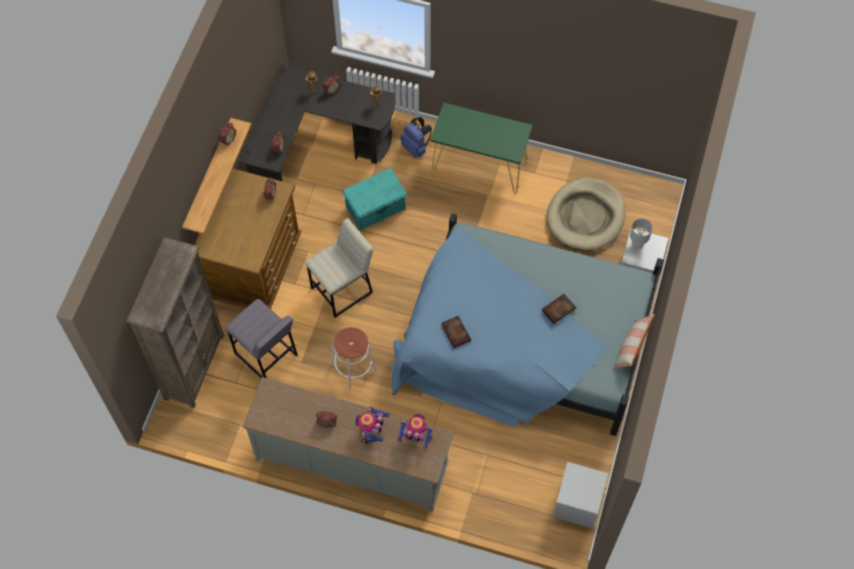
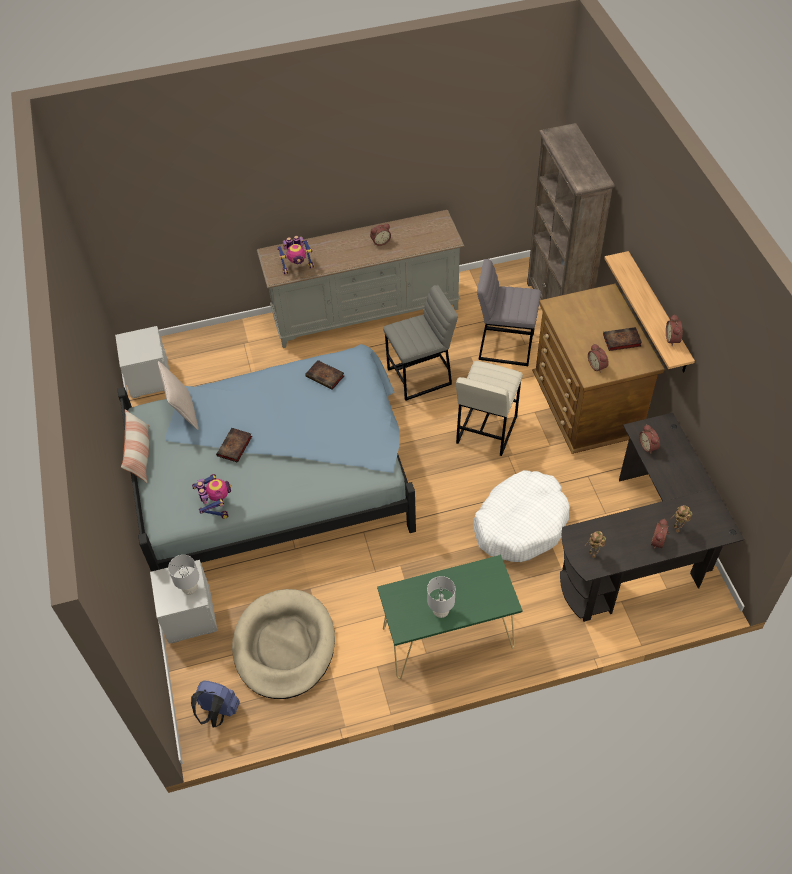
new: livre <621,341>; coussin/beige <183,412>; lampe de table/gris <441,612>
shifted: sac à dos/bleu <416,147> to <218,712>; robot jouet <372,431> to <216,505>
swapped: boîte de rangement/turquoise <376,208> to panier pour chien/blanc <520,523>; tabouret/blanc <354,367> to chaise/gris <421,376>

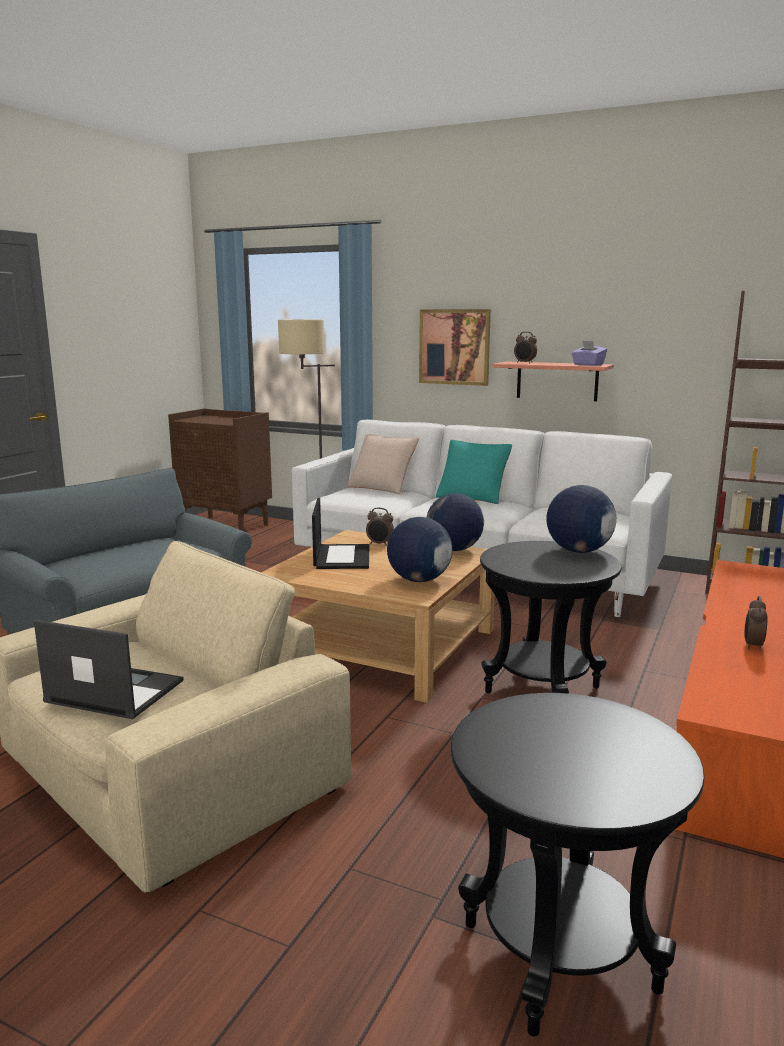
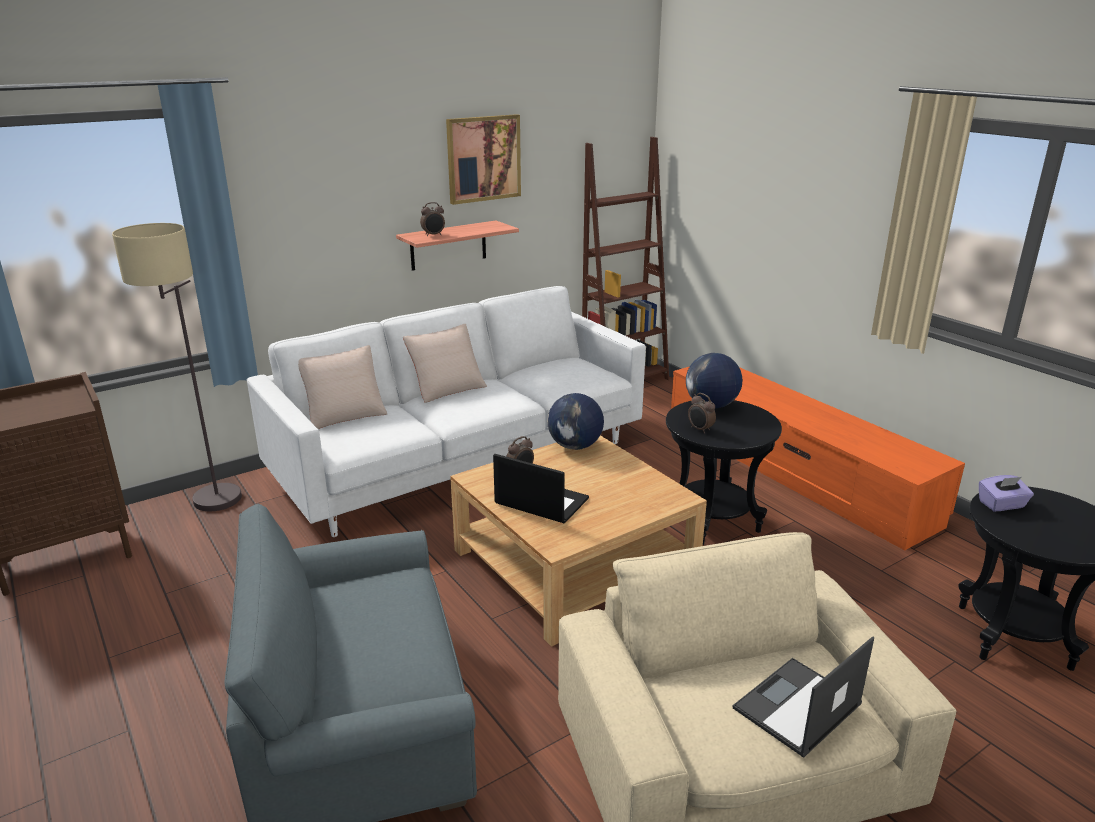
gone: globe <419,580>
shifted: tableau <454,347> to <483,158>; boîte à mouchoirs/violet <588,365> to <1002,505>; réveil <752,646> to <700,429>
repainted: coussin/turquoise <473,497> to coussin/beige <447,388>

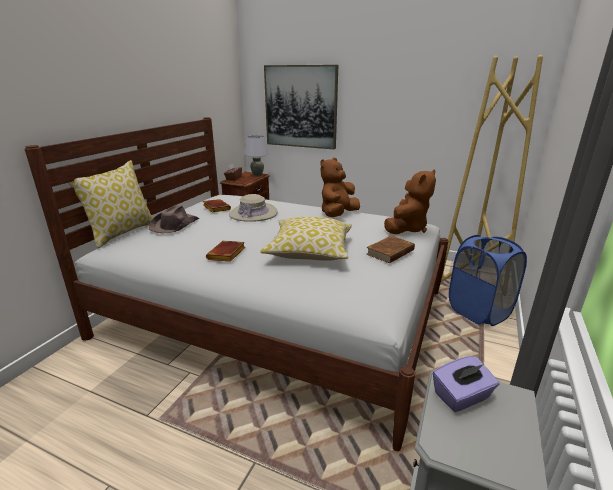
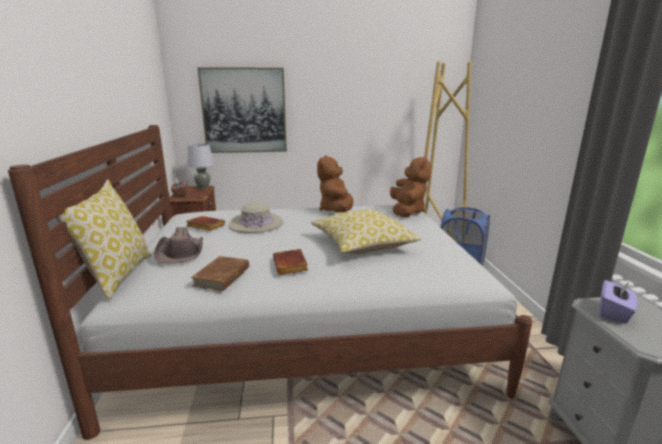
shifted: livre/marron <390,252> to <222,276>

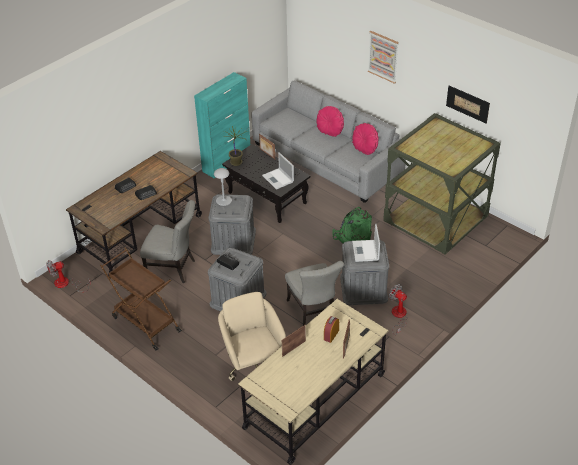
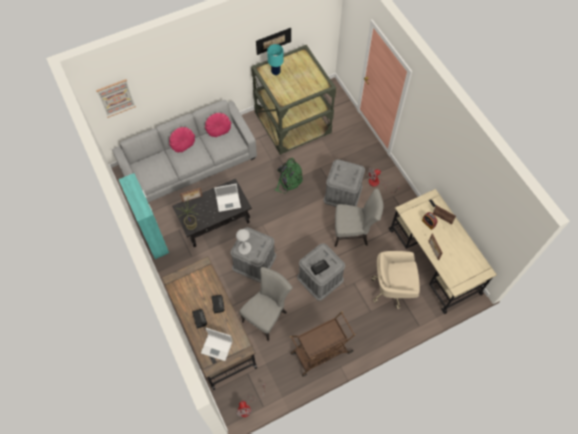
new: lampe de table/turquoise <275,72>
shifted: tableau <383,56> to <116,98>; ordinateur portable <365,251> to <217,347>

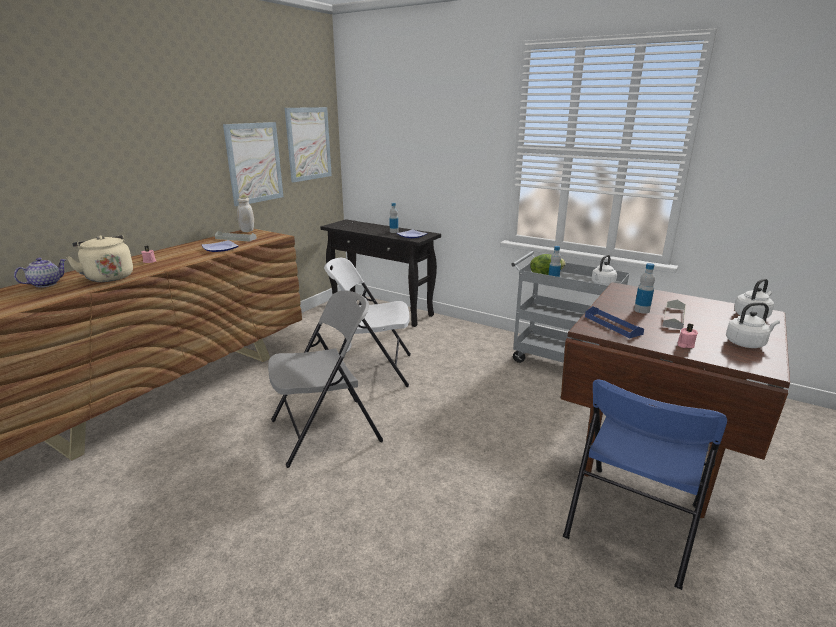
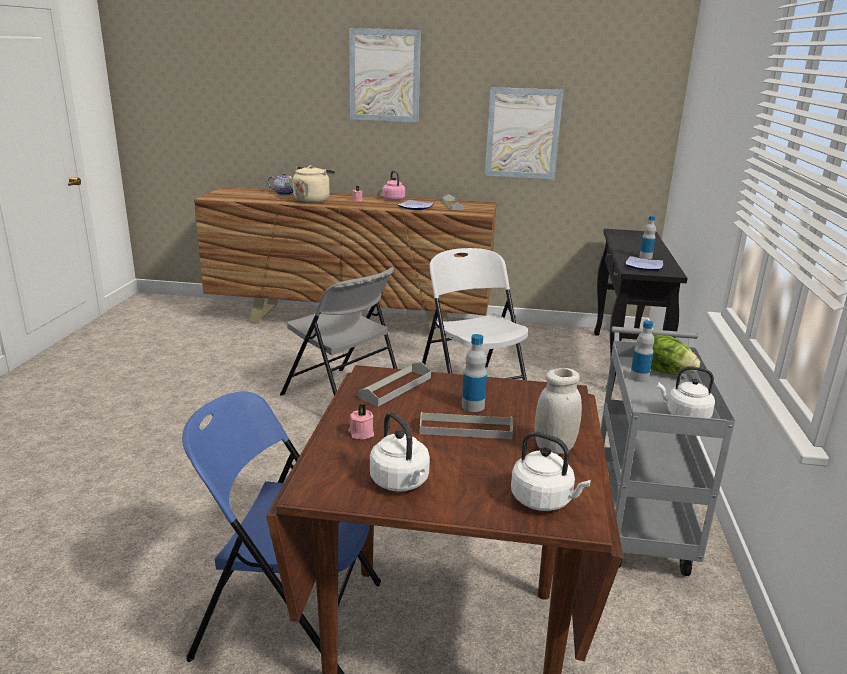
new: bouilloire/rose <393,199>
shifted: tableau <308,144> to <384,75>; bocal/blanc <247,231> to <554,448>
repainted: plateau/bleu <612,325> to plateau/gris <395,387>

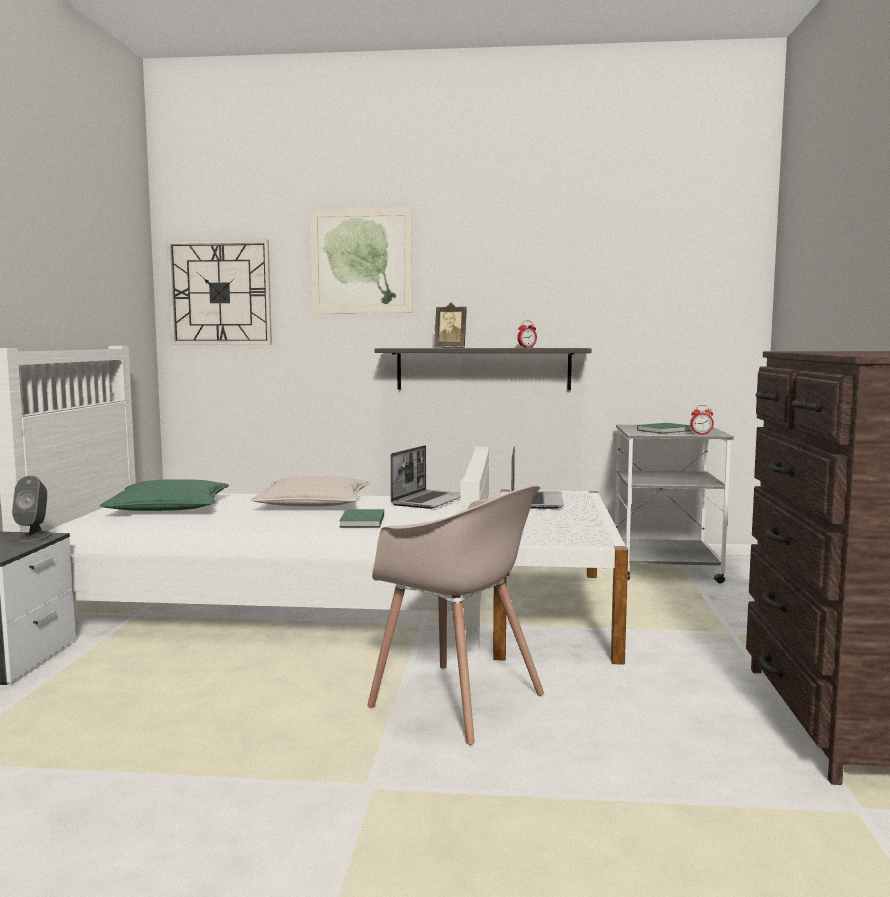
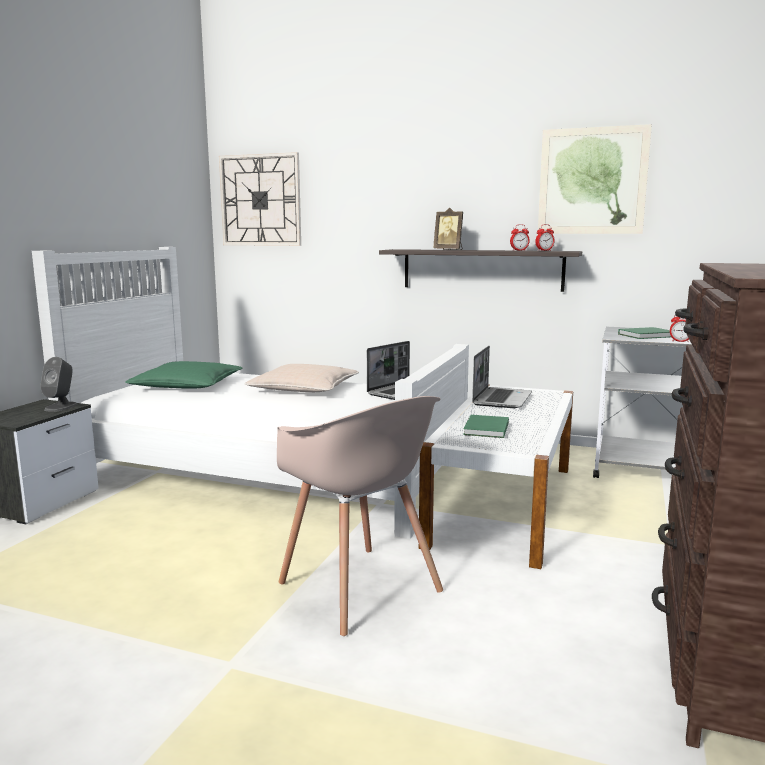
new: réveil <544,250>
shifted: tableau <361,261> to <592,181>; livre/vert <361,521> to <485,429>

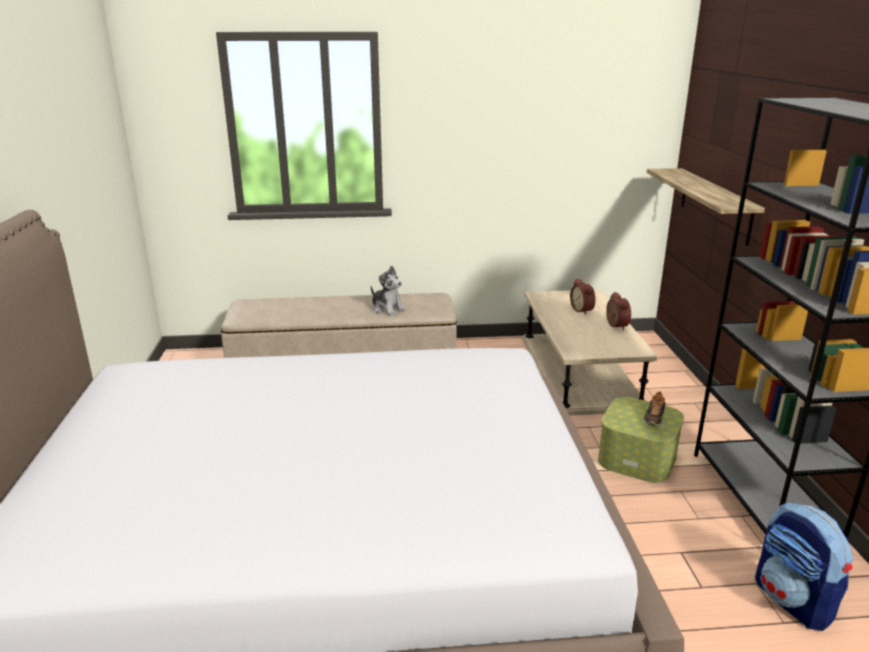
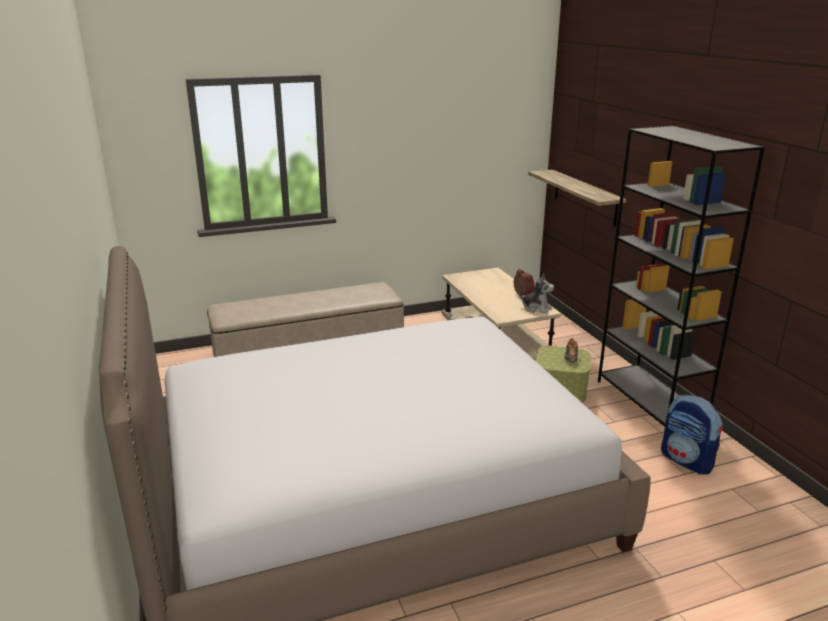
gone: réveil <583,310>
shifted: peluche <387,309> to <536,308>

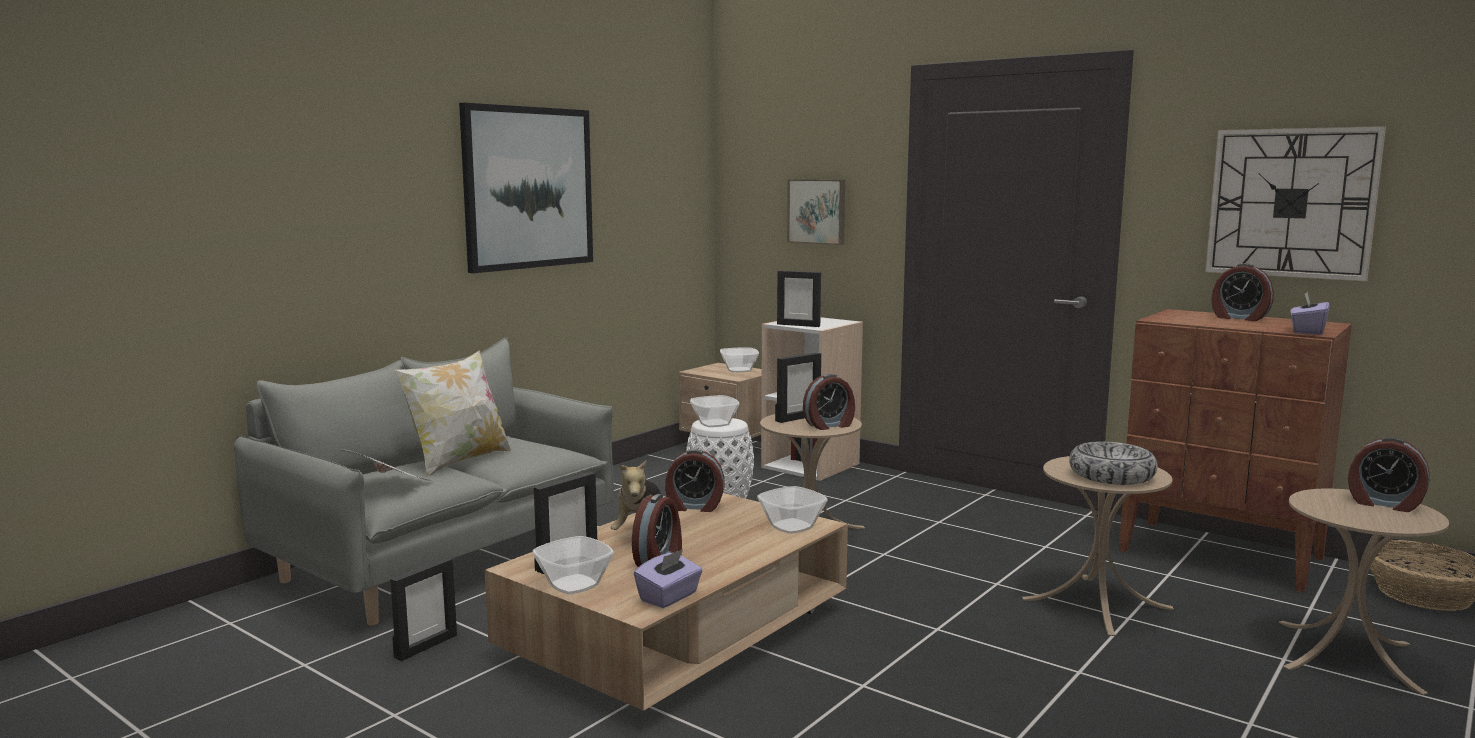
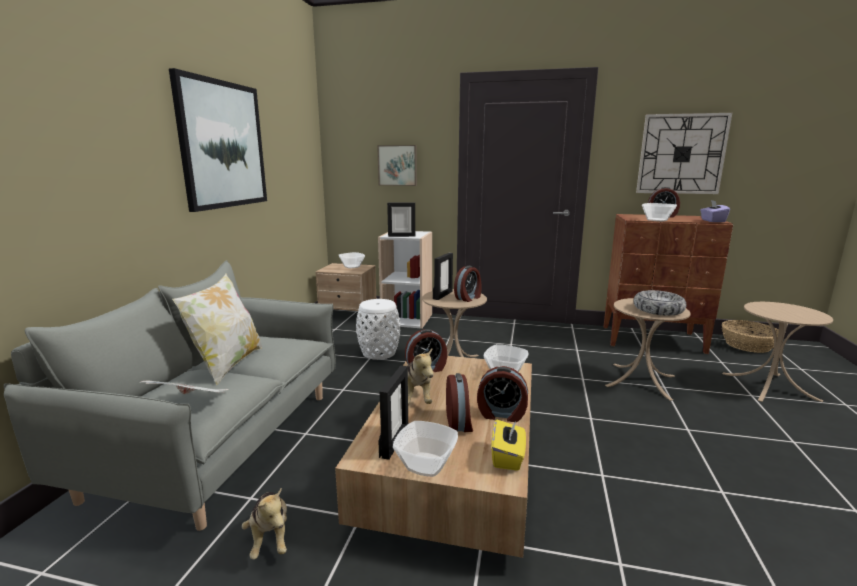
shifted: bol <713,423> to <656,220>; réveil <1384,504> to <501,414>
swapped: cadre photo <426,646> to peluche <270,538>
repainted: boîte à mouchoirs/violet <669,597> to boîte à mouchoirs/jaune <508,457>

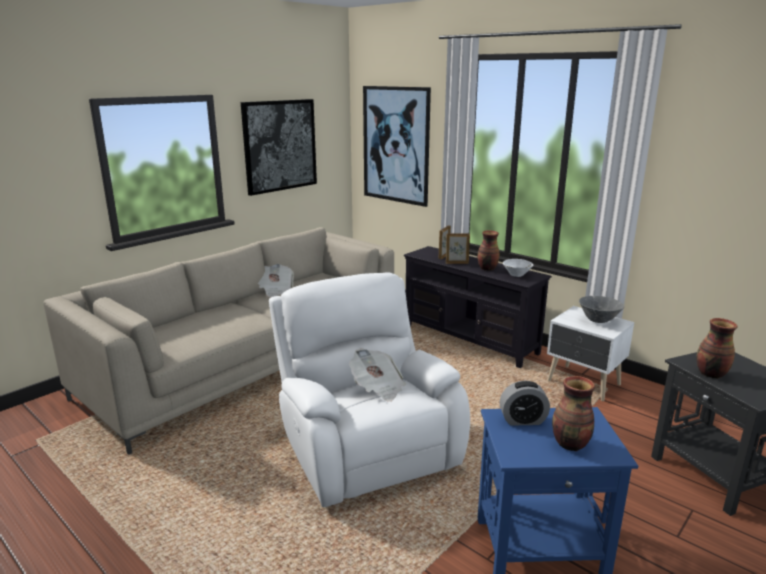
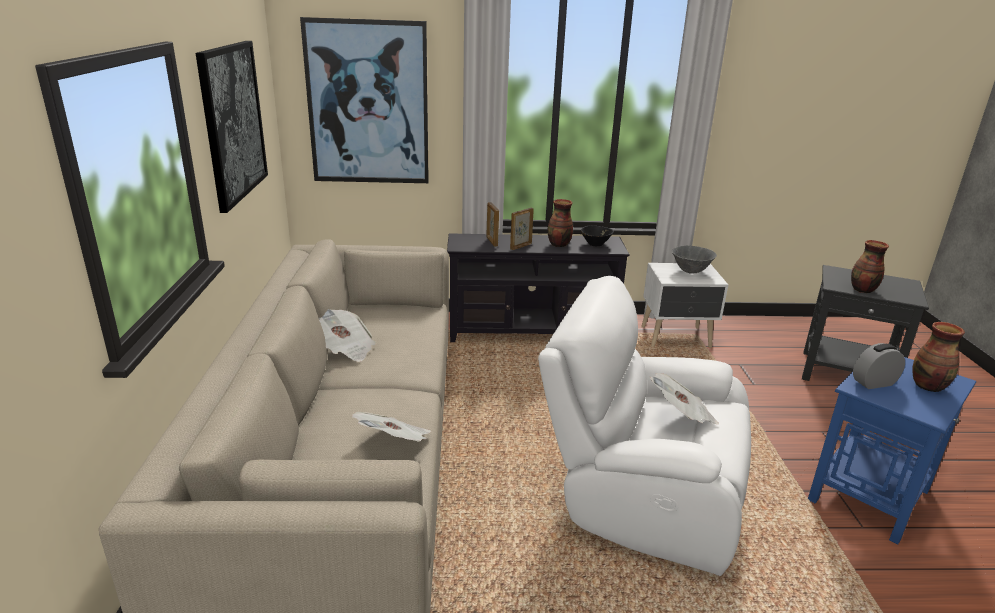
new: journal <395,443>
repainted: bol/blanc <516,275> to bol/noir <595,244>
rotated: réveil <522,420> = <873,383> 150 degrees counterclockwise

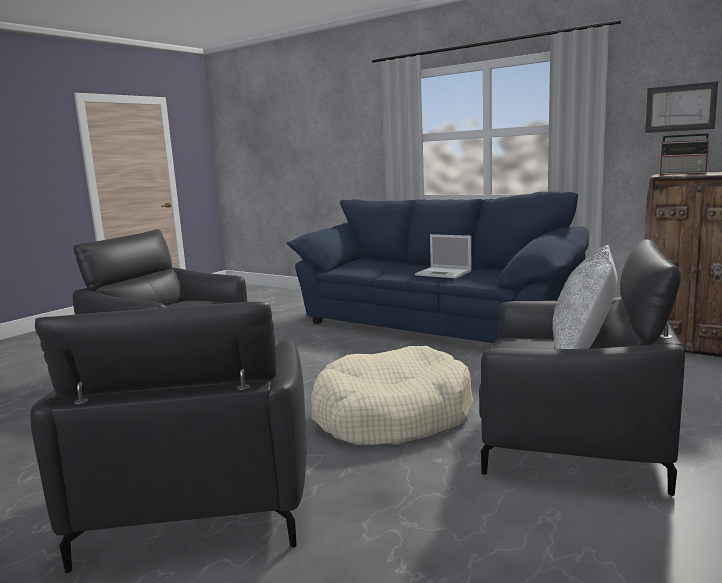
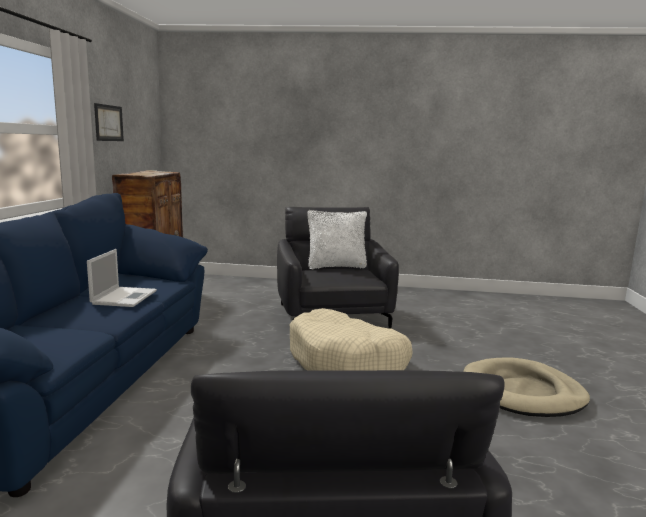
gone: radio <684,173>
swapped: fauteuil/noir <198,501> to panier pour chien/beige <523,392>

